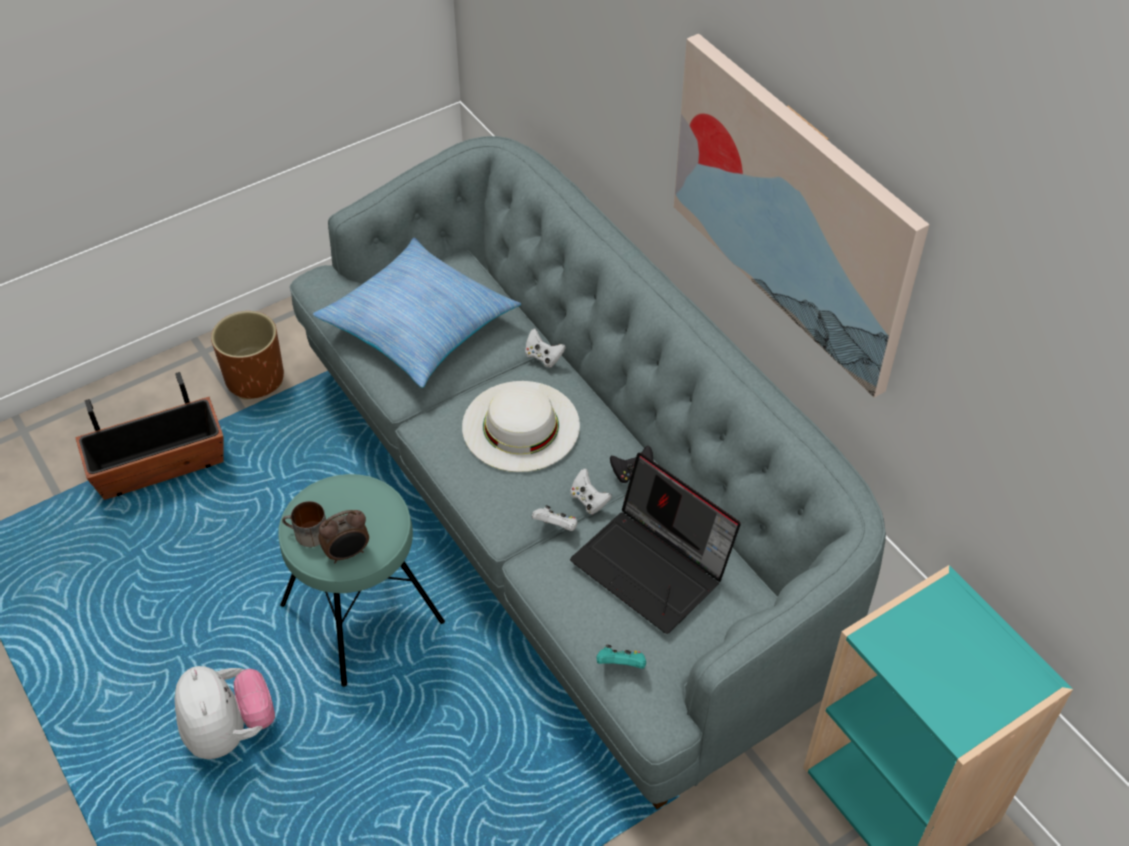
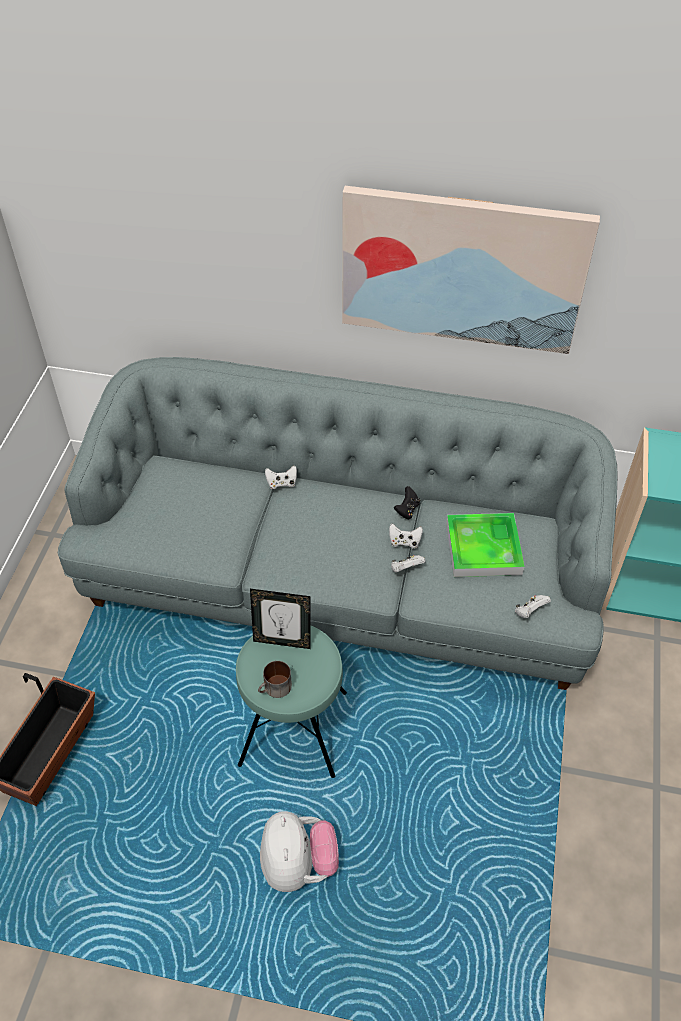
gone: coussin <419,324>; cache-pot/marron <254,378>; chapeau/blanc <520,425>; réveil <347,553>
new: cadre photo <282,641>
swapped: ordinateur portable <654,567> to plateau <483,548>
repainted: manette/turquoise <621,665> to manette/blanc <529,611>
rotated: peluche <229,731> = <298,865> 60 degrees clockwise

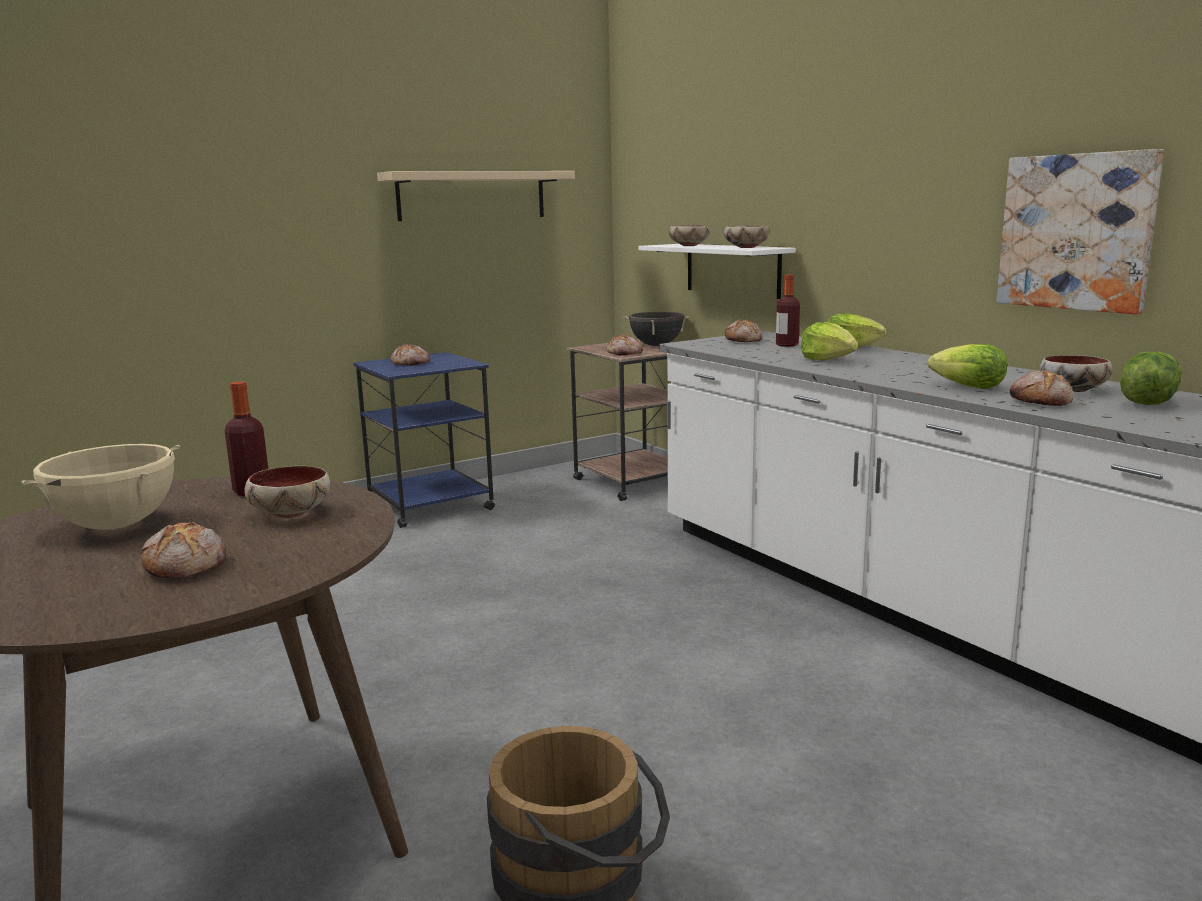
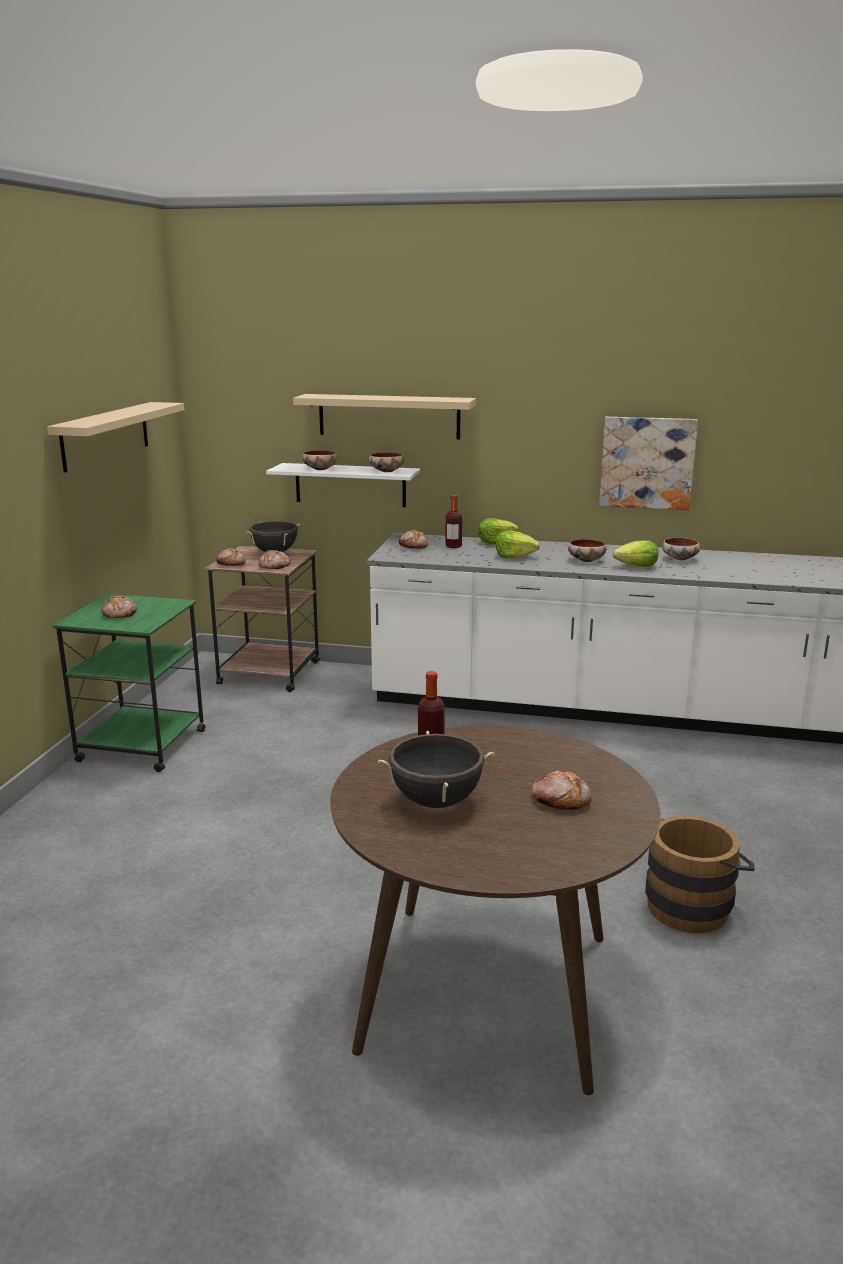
gone: laitue <1146,403>
new: étagère/beige <389,416>
shifted: pain <1041,402> to <231,563>; bol <289,513> to <585,560>
repainted: chariot/bleu <432,505> to chariot/vert <142,744>; marmite/beige <116,525> to marmite/noir <436,801>

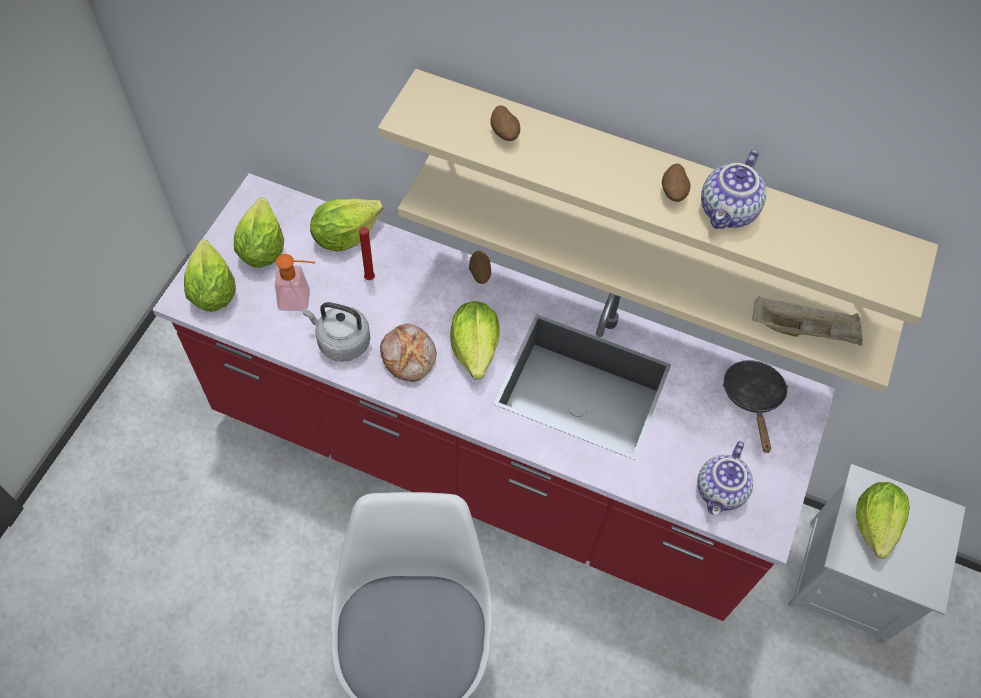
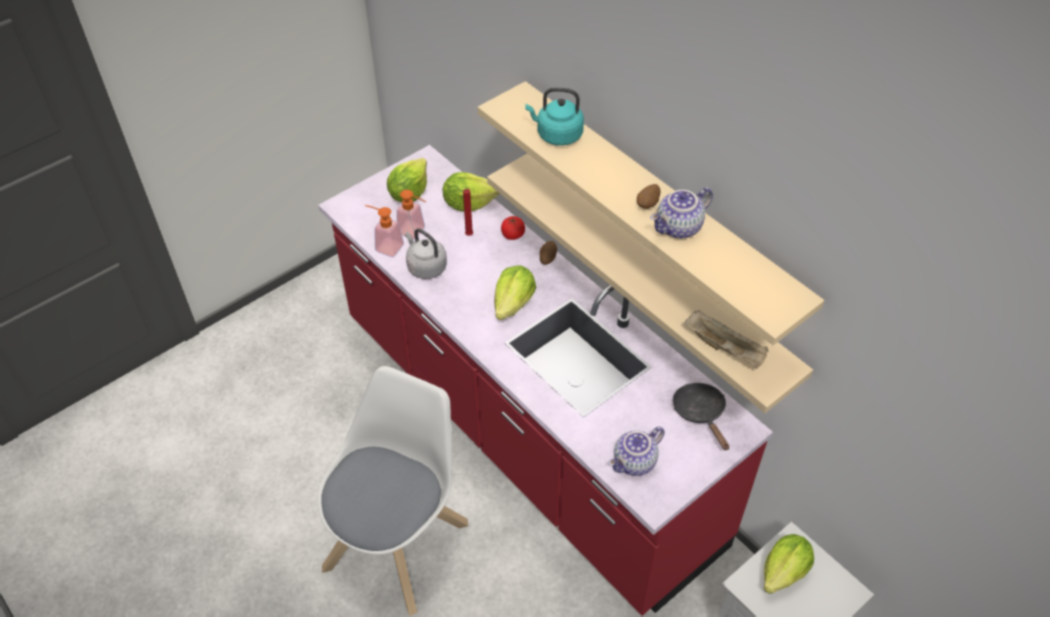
gone: laitue <212,291>; pain <409,356>
new: distributeur de savon <385,246>; tomate <513,235>
swapped: pomme de terre <504,134> to bouilloire/turquoise <557,135>
rotated: poêle/noir <753,399> = <700,413> 45 degrees counterclockwise

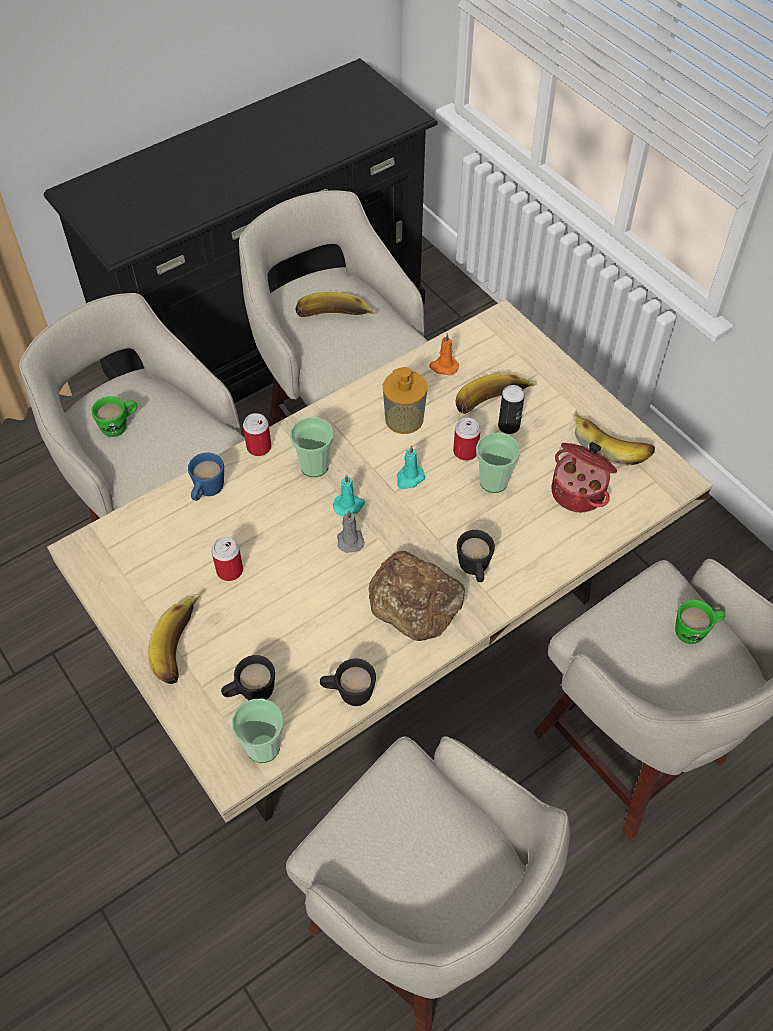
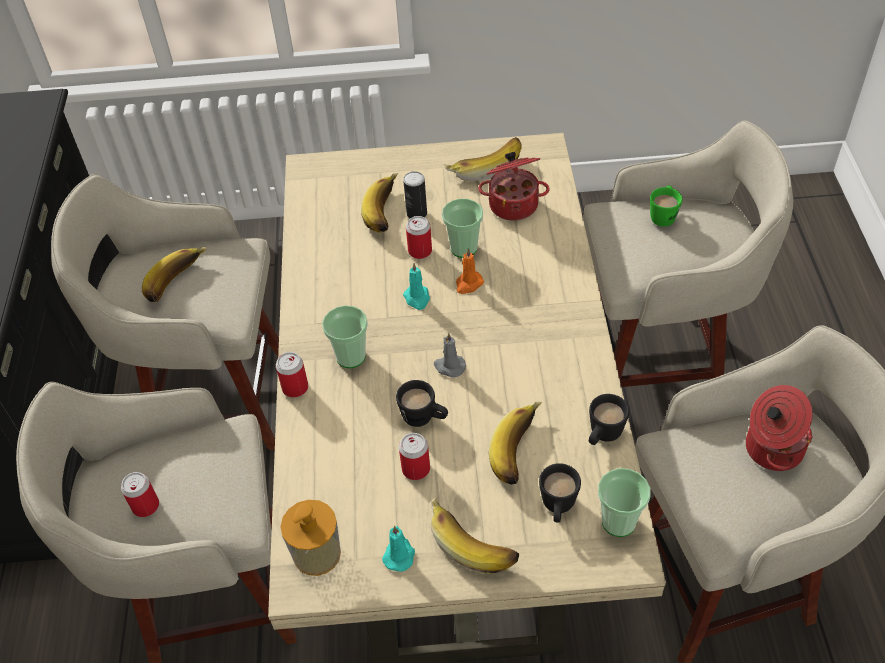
gone: mug/bleu <207,492>; pain <415,600>
new: marmite <771,448>; banane <521,452>
shifted: bougie/orange <443,367> to <468,284>; distributeur de savon <404,419> to <317,554>; bougie/turquoise <349,505> to <399,555>; mug/noir <474,570> to <424,418>
swapped: mug/vert <120,426> to boîte métallique <146,506>

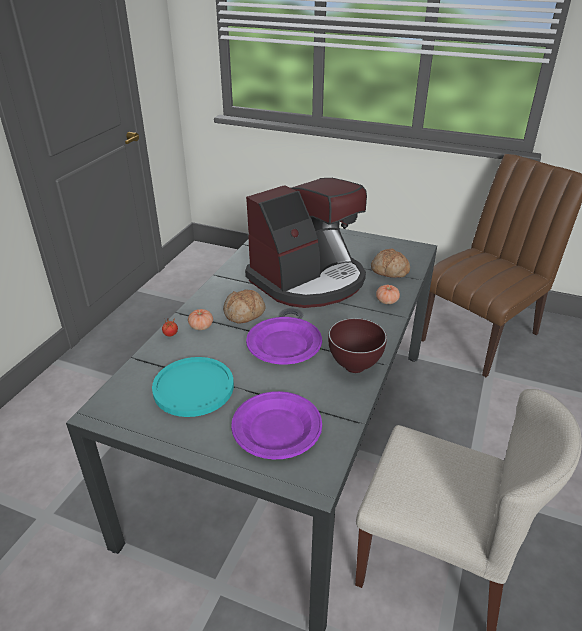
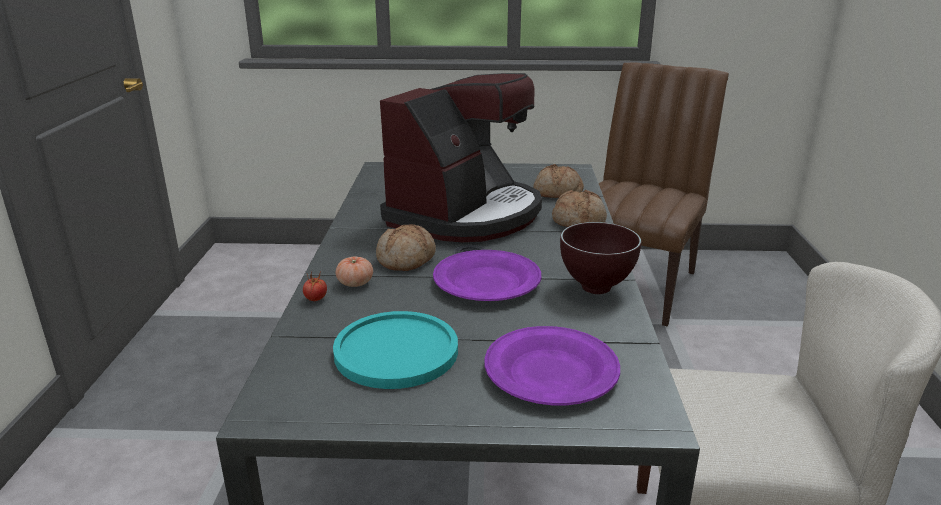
swapped: tomate <387,301> to pain <579,220>

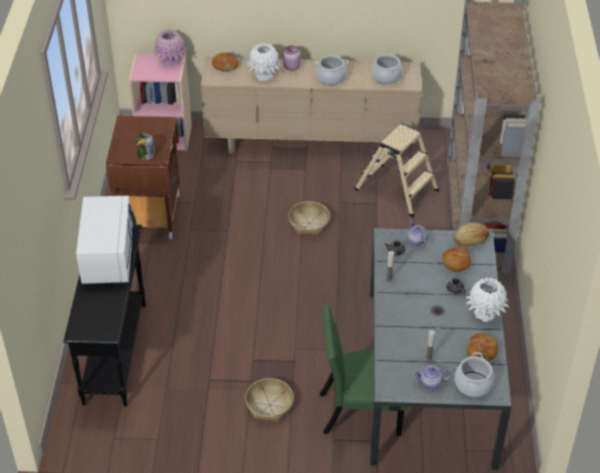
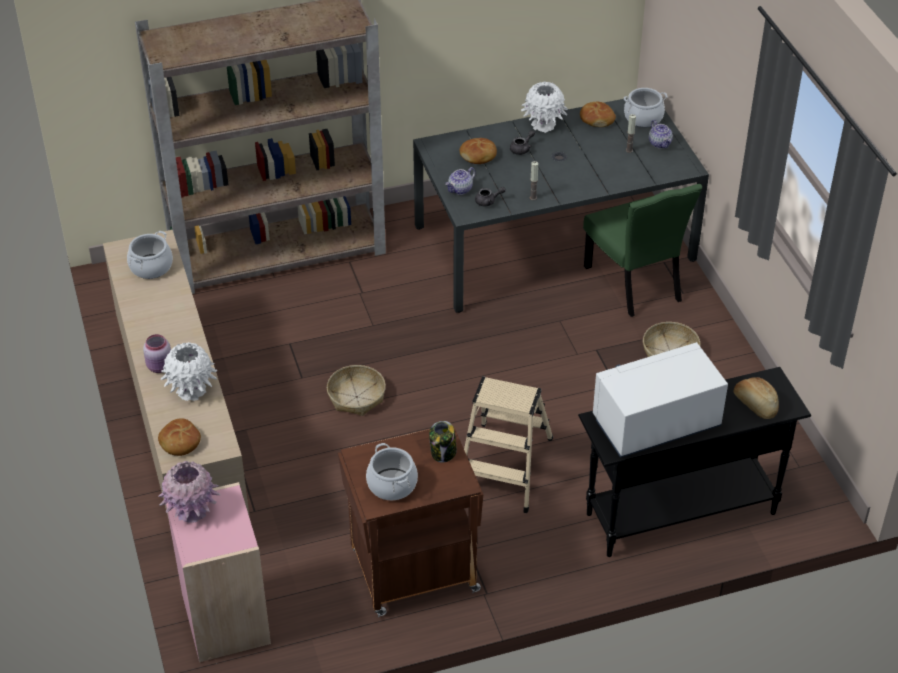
shifted: marmite <331,77> to <392,484>; escabeau/beige <396,190> to <504,466>; pain <471,240> to <755,405>

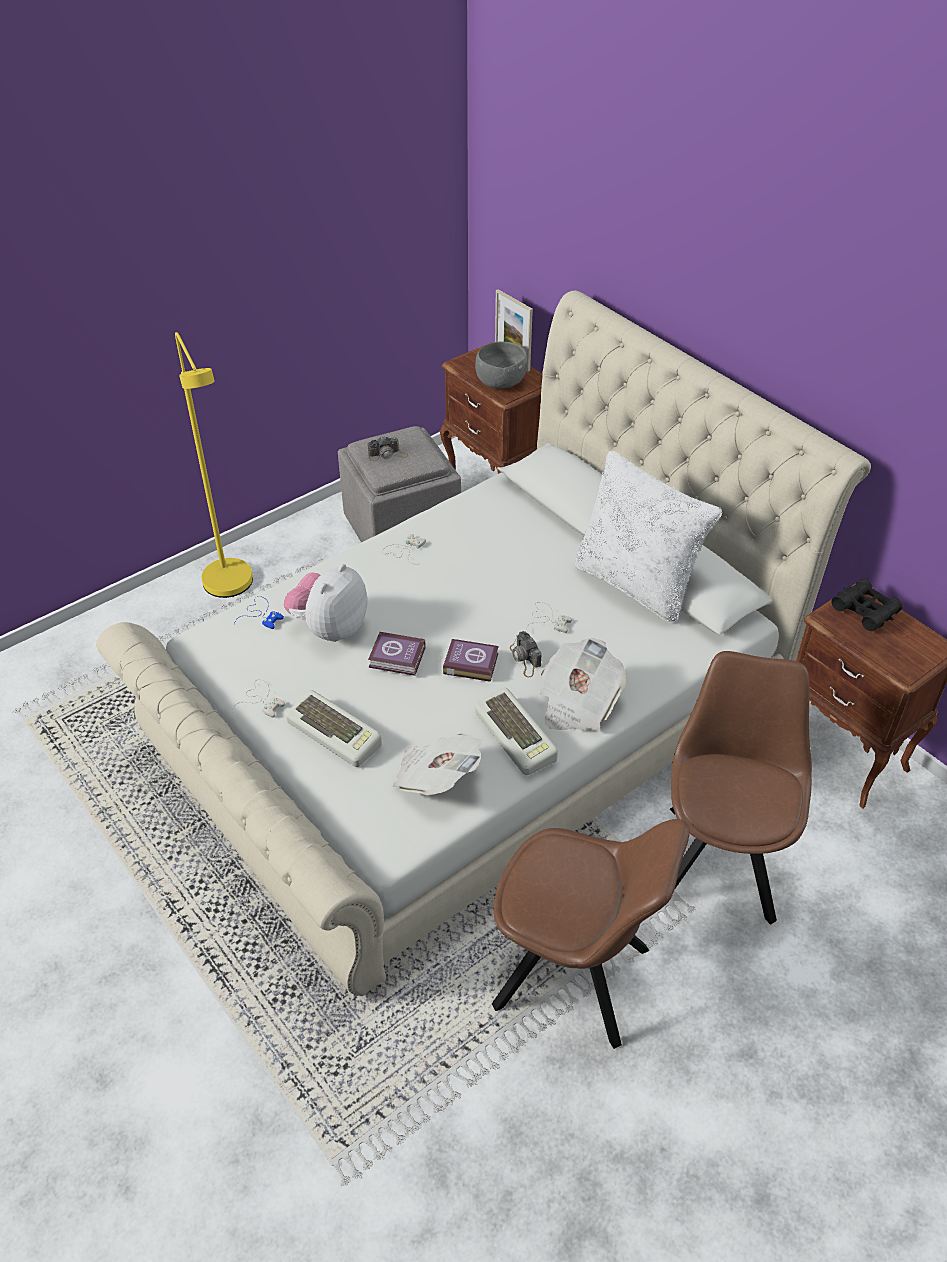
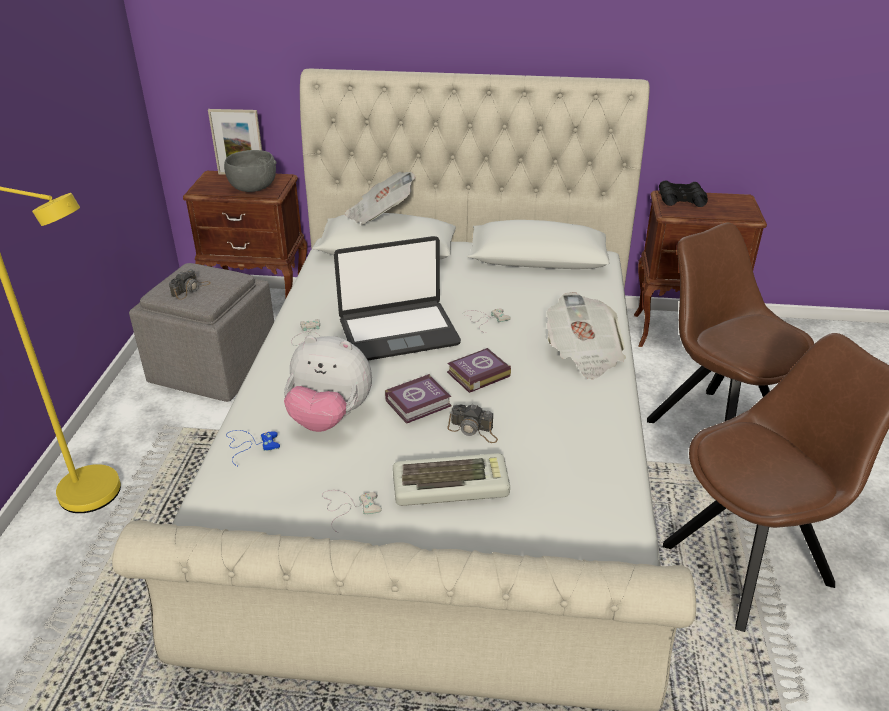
gone: coussin/blanc <635,587>; clavier <518,736>
new: ordinateur portable <398,332>
shifted: appareil photo <525,659> to <473,430>; journal <436,778> to <380,215>
rotated: peluche <330,628> = <329,417> 60 degrees counterclockwise

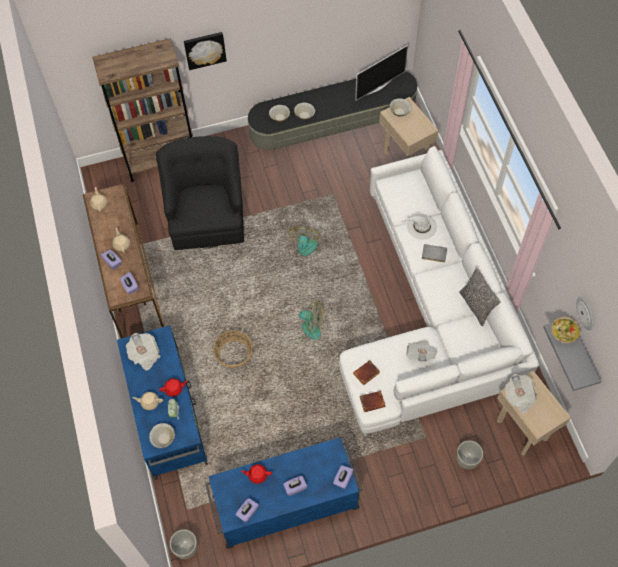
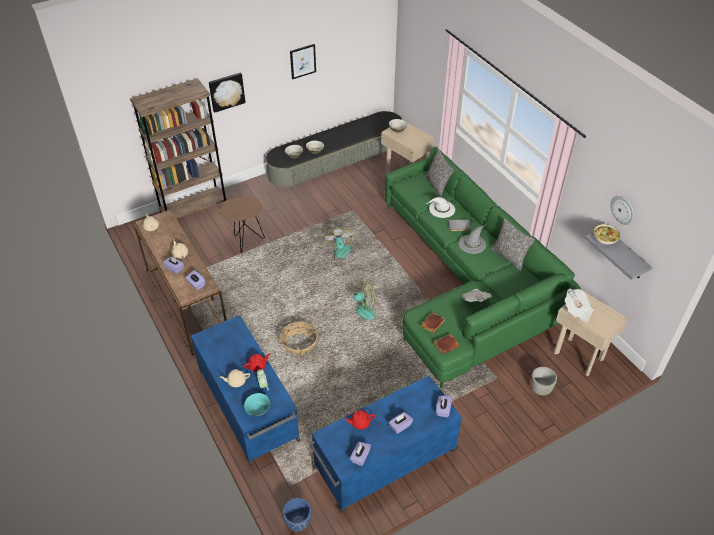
gone: téléviseur <378,87>; journal <144,355>
new: tableau <302,61>; coussin <437,186>; chapeau/gris <472,243>
swapped: fauteuil/noir <207,215> to table d'appoint/marron <245,242>
repainted: canapé/blanc <432,313> to canapé/vert <468,281>; bol/beige <163,438> to bol/turquoise <258,409>; cache-pot/gris <186,548> to cache-pot/bleu <298,522>

